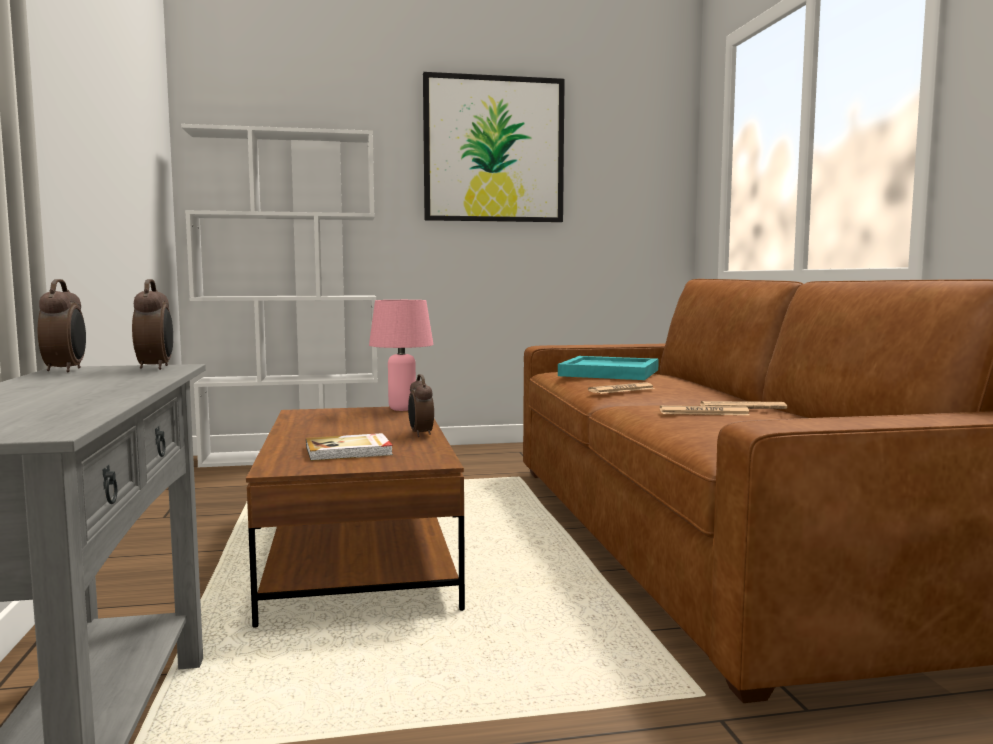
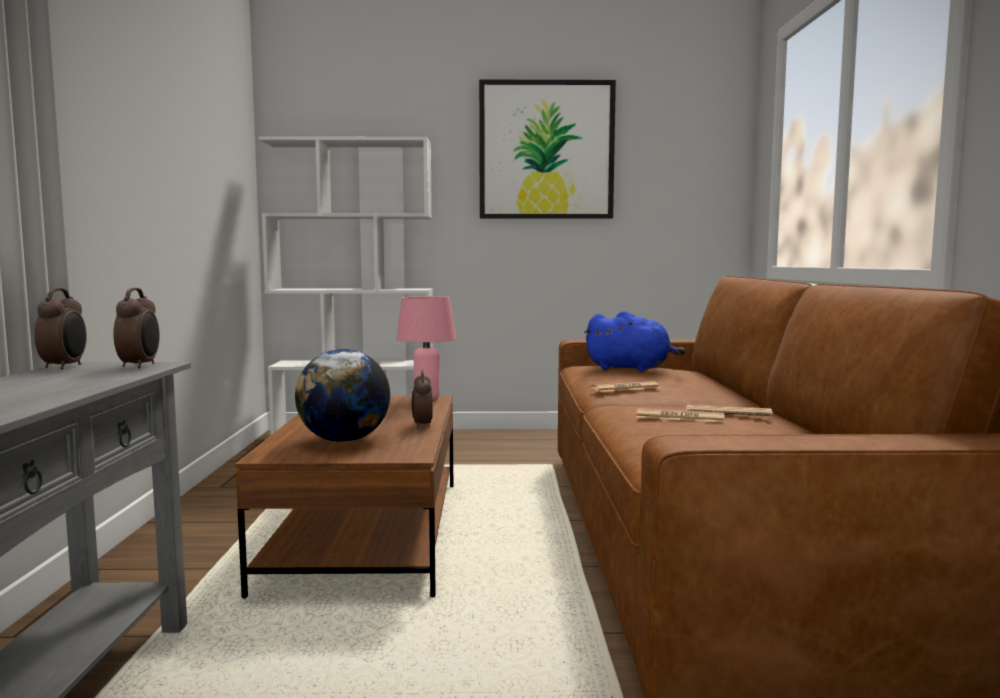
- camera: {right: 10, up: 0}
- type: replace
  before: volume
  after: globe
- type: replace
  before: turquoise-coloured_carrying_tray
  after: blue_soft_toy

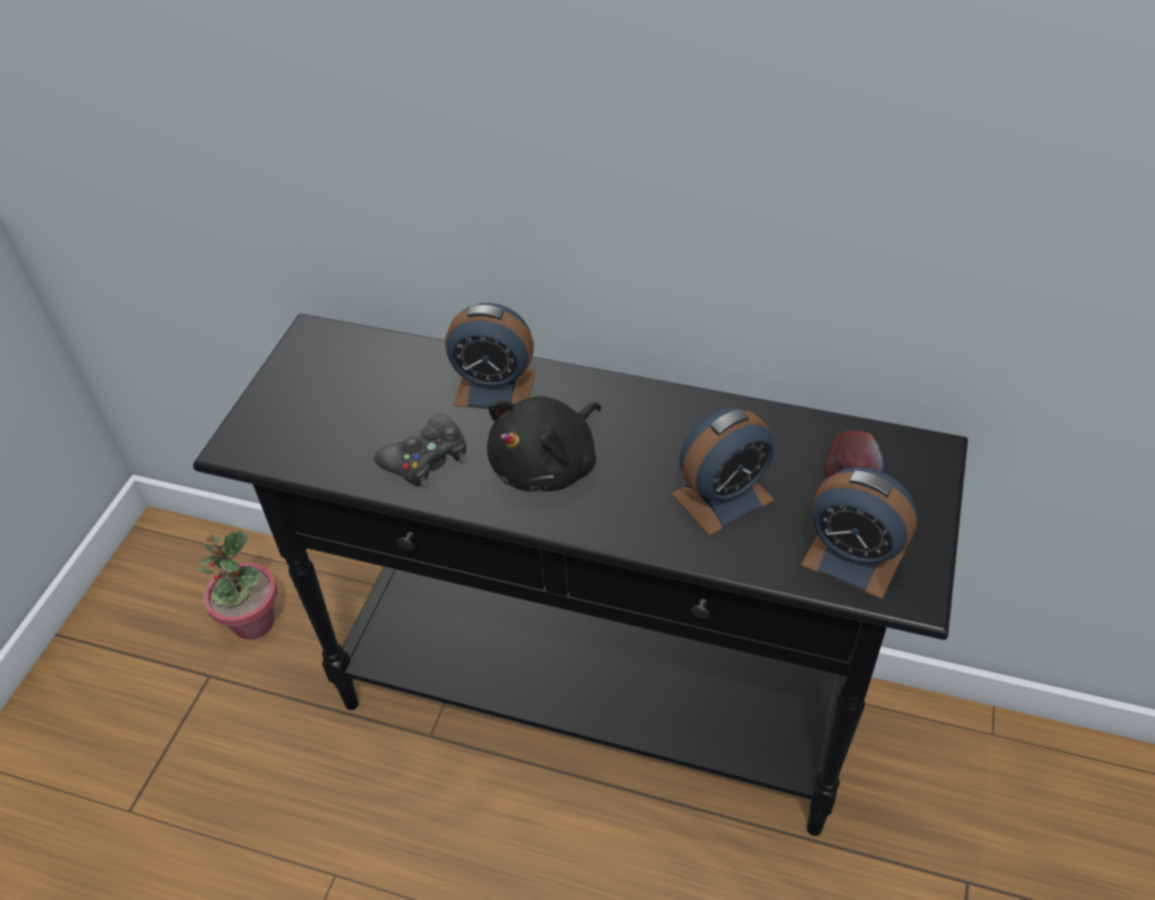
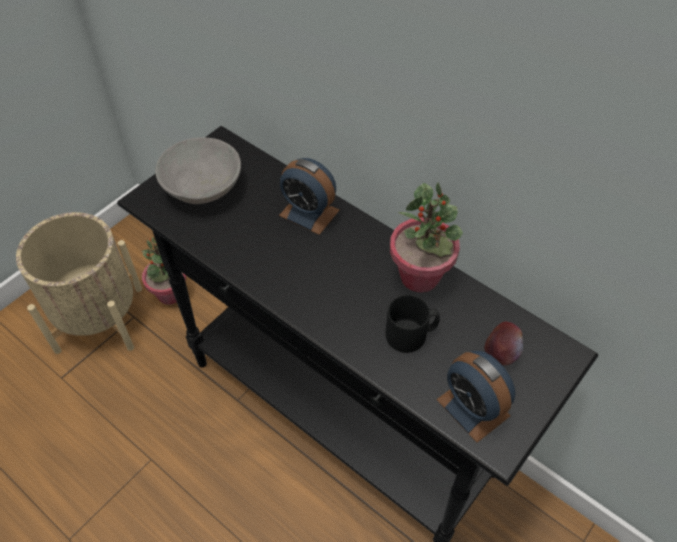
- camera: {right: 20, up: 5}
- type: delete
  before: black-coloured_joypad
- type: delete
  before: black-coloured_soft_toy
- type: replace
  before: bedside_clock (2nd from left)
  after: black-coloured_coffee_mug
- type: insert
  after: sand-coloured_planter
- type: insert
  after: greyish_bowl
- type: insert
  after: plant_in_a_pot (2nd from left)

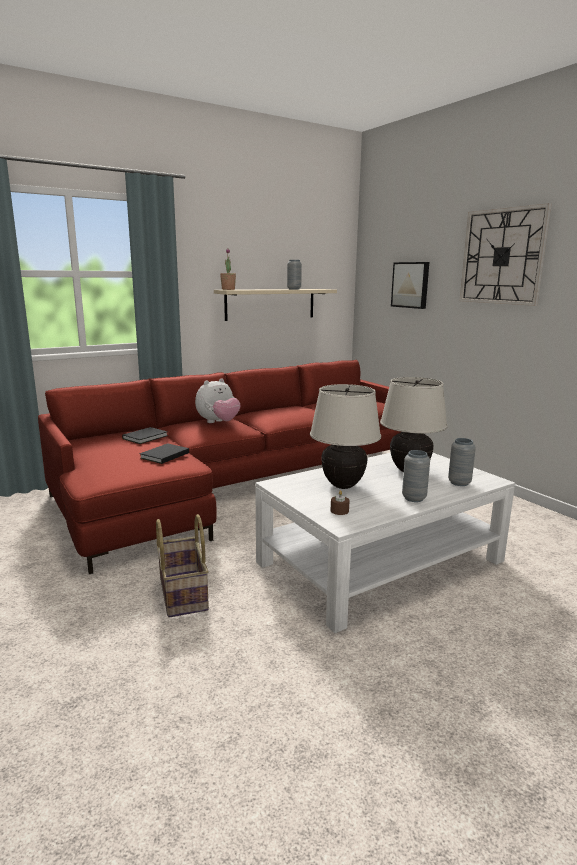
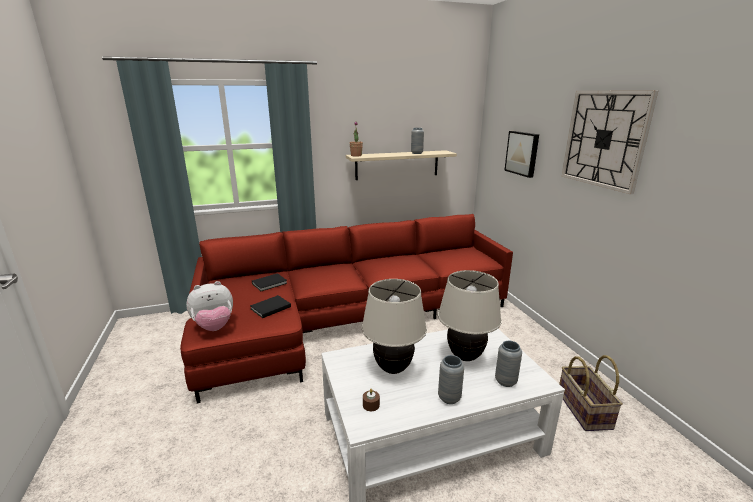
- camera: {right: 15, up: 5}
- type: move
  before: household_basket
- type: move
  before: soft_toy

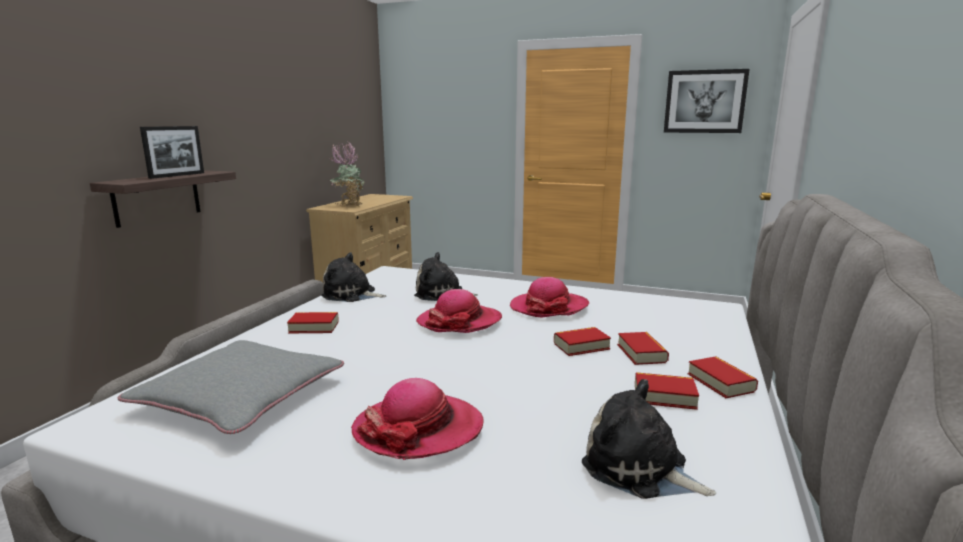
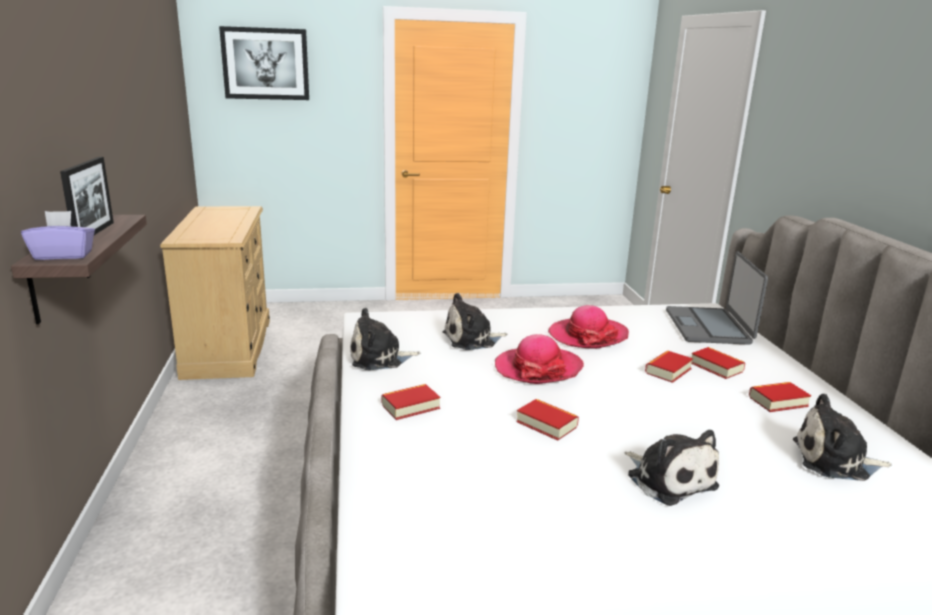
- camera: {right: -30, up: 5}
- type: delete
  before: greyish_throw_pillow
- type: delete
  before: plant_in_a_pot
- type: replace
  before: wearable_hat (1st from left)
  after: soft_toy (3rd from left)
- type: move
  before: wall_picture
- type: move
  before: volume (5th from left in the first image)
  after: volume (2nd from left)
- type: insert
  after: purplish_tissue_box
- type: insert
  after: portable_computer

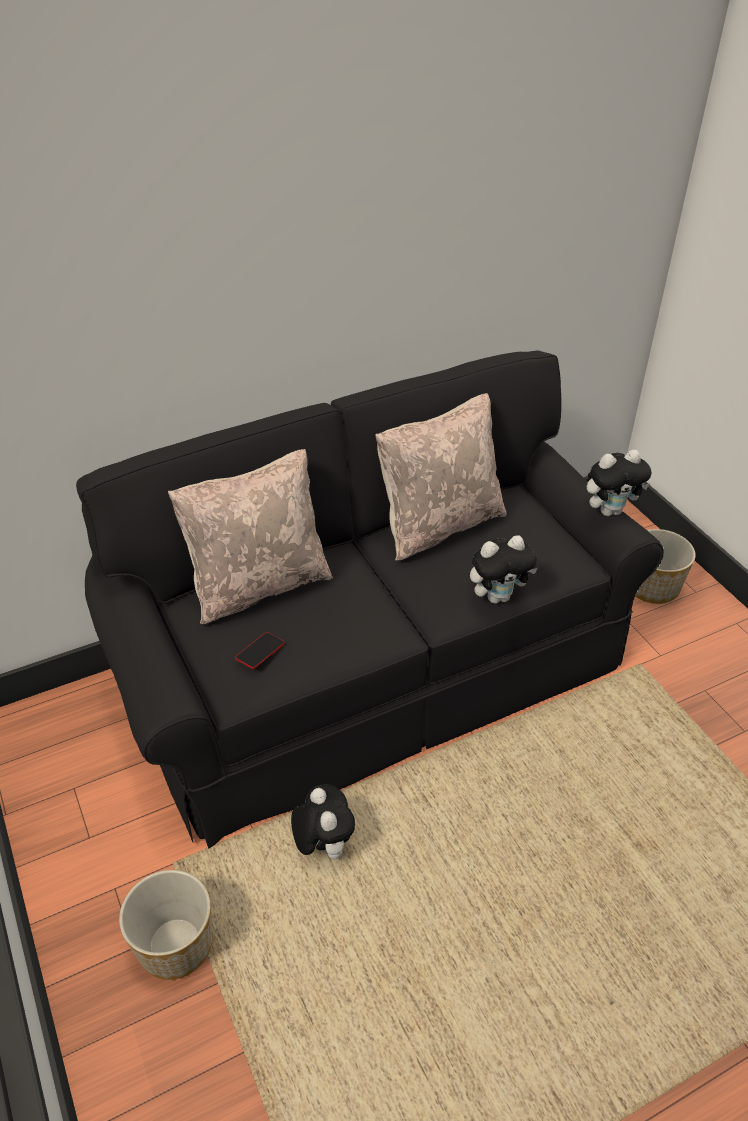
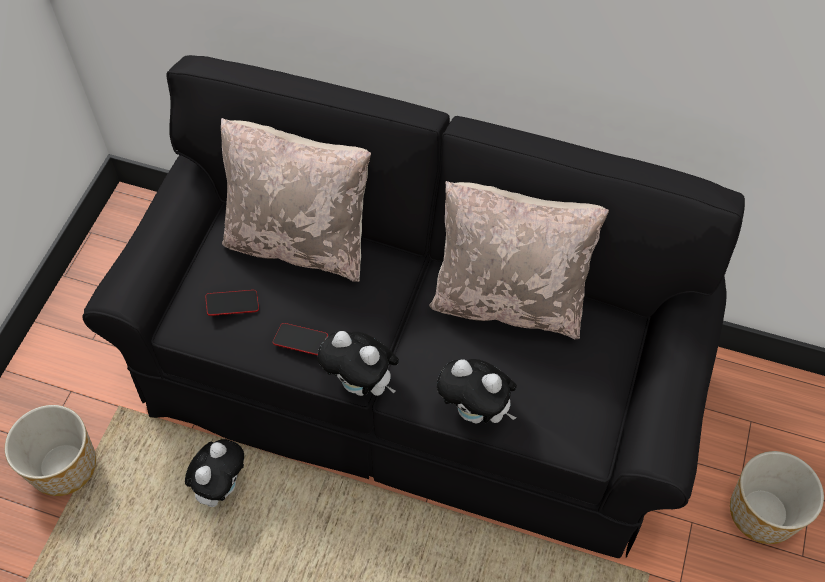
- camera: {right: 45, up: 15}
- type: move
  before: soft_toy (3rd from left in the first image)
  after: soft_toy (2nd from left)
- type: insert
  after: phone (2nd from left)

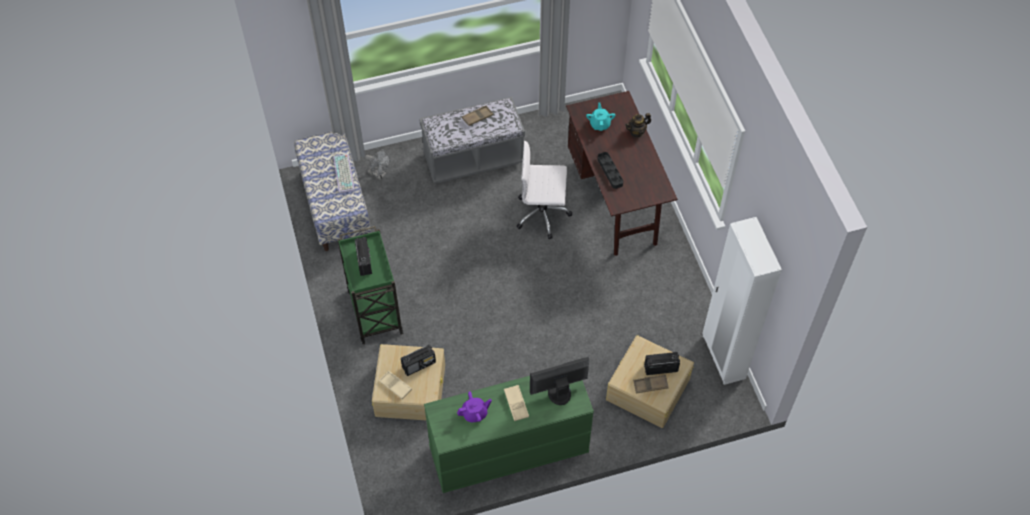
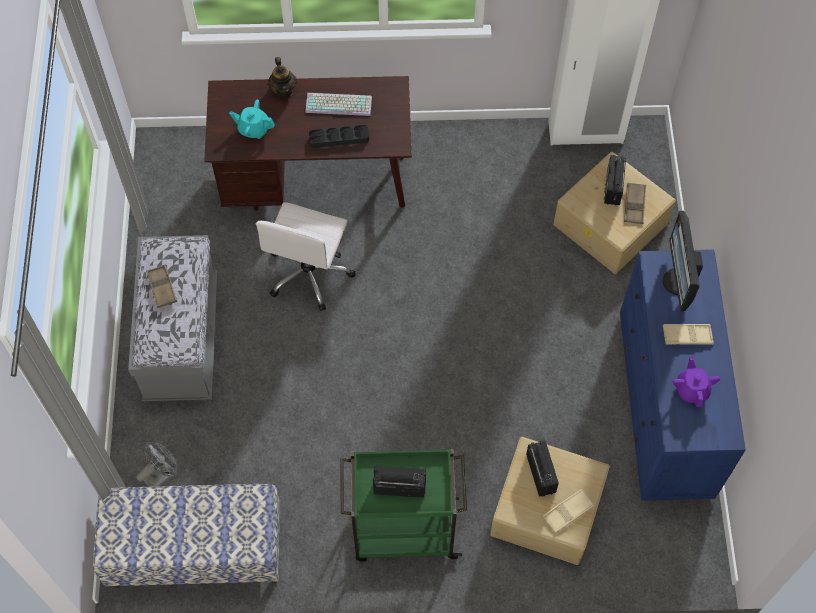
- camera: {right: -75, up: 5}
- type: move
  before: computer_keyboard
- type: recolor
  before: greenish_chest_of_drawers
  after: blue_chest_of_drawers

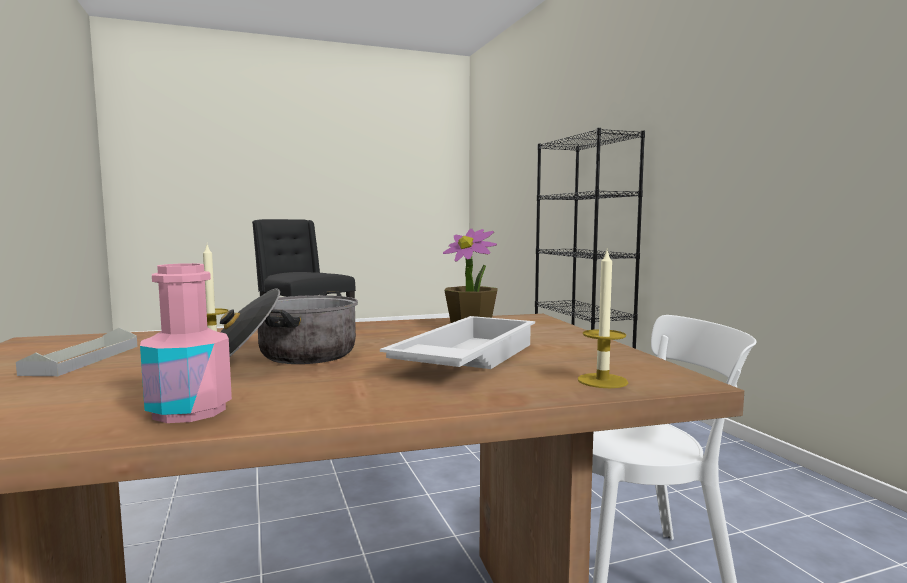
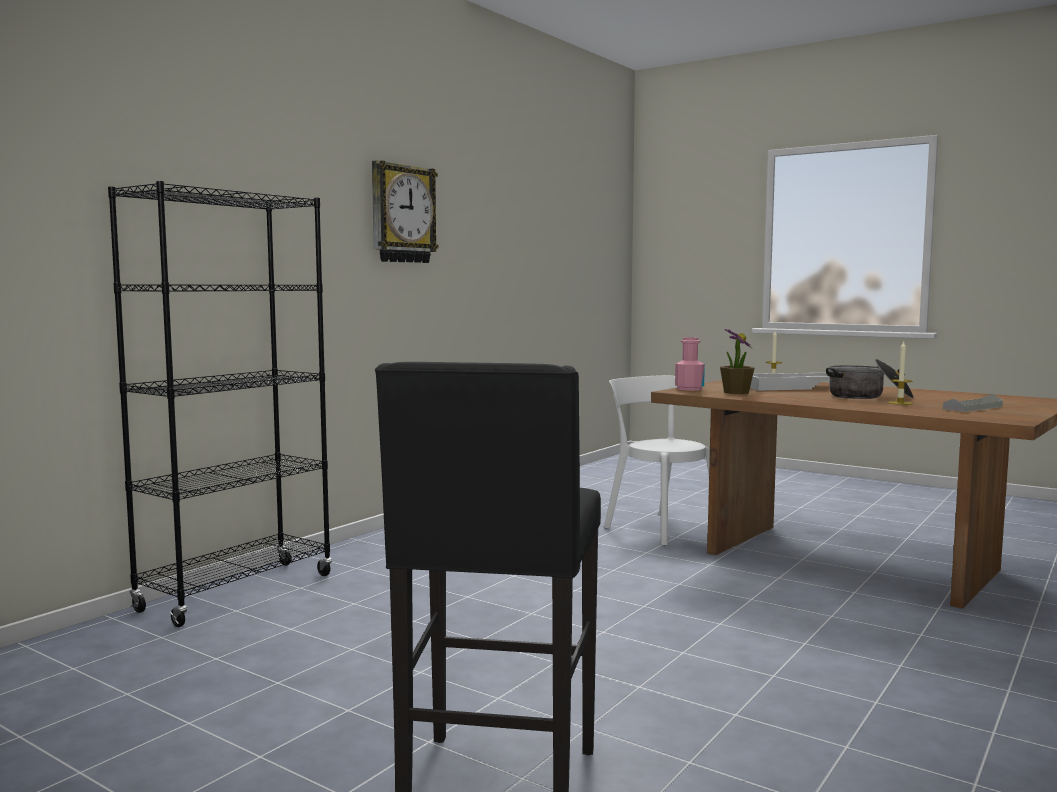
- camera: {right: -125, up: 0}
- type: move
  before: pink_bottle
- type: insert
  after: hanging_clock

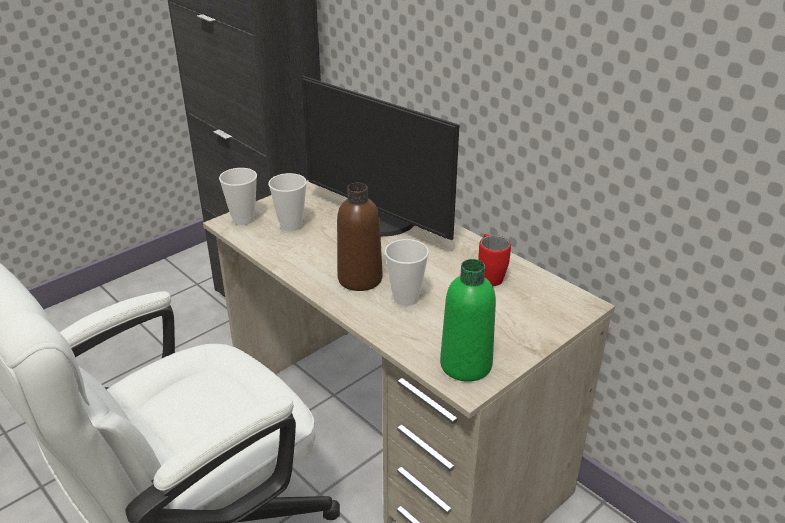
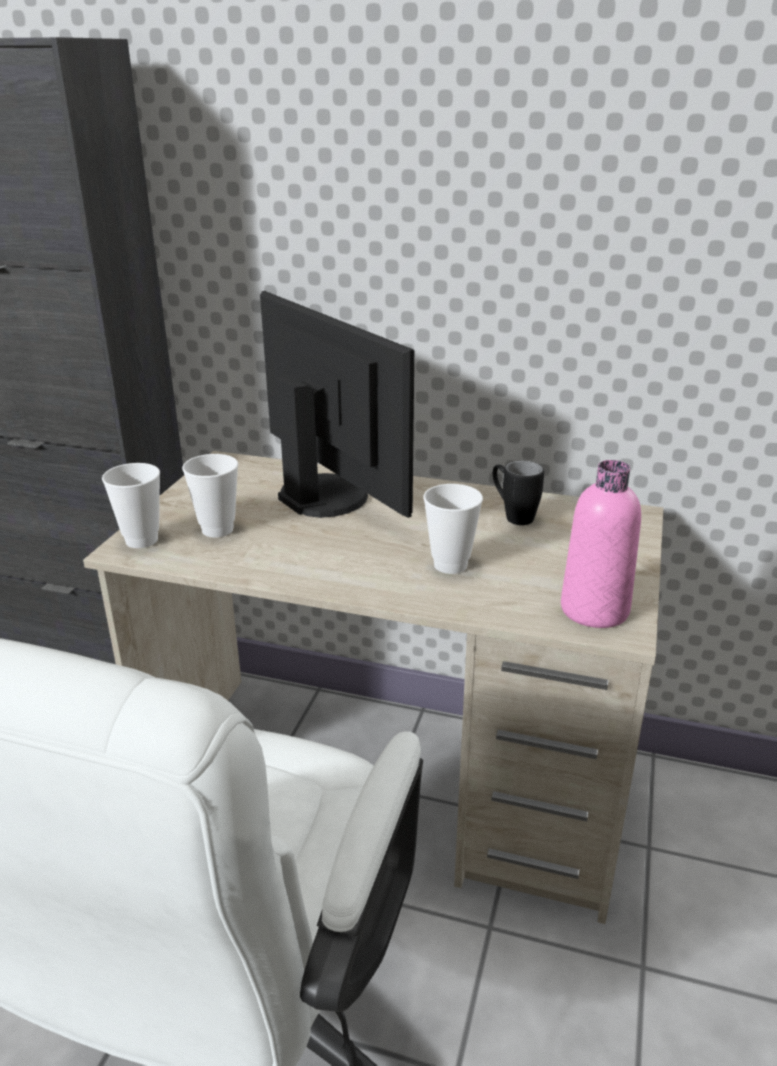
- camera: {right: -30, up: -5}
- type: rotate
  before: computer_screen
  turn: -135
- type: delete
  before: brown-coloured_bottle
- type: recolor
  before: greenish_bottle
  after: pink_bottle
- type: recolor
  before: reddish_coffee_mug
  after: black-coloured_coffee_mug

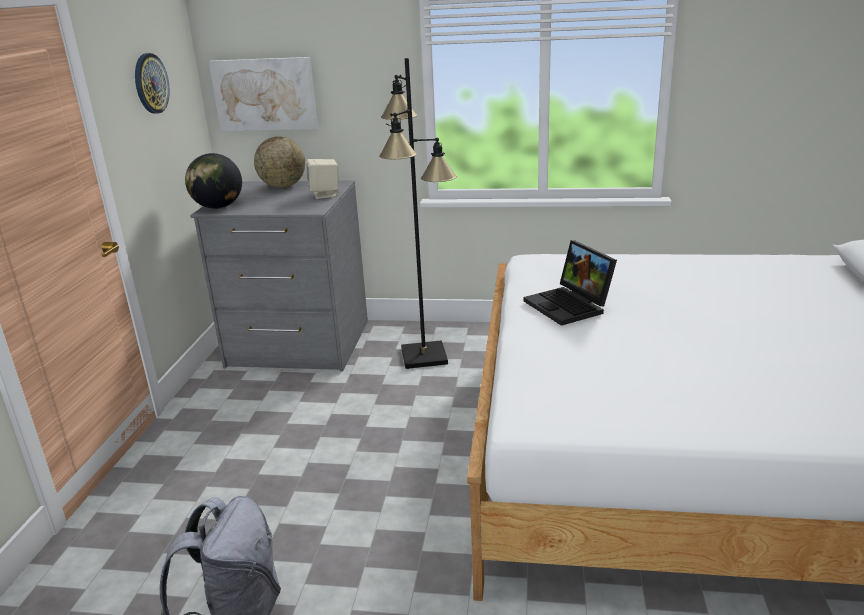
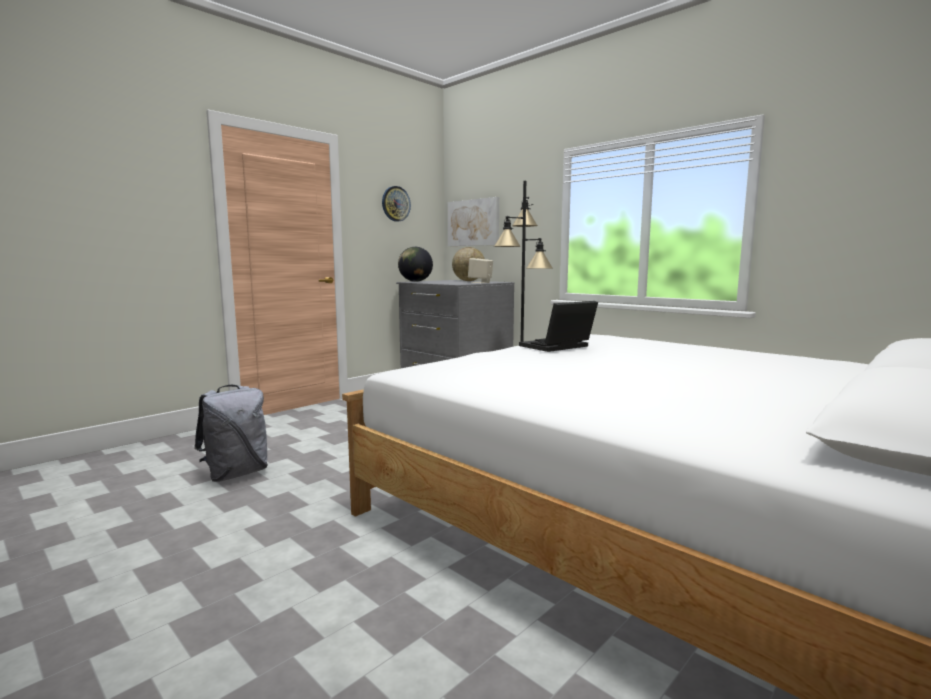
- camera: {right: 35, up: -15}
- type: rotate
  before: portable_computer
  turn: 45

